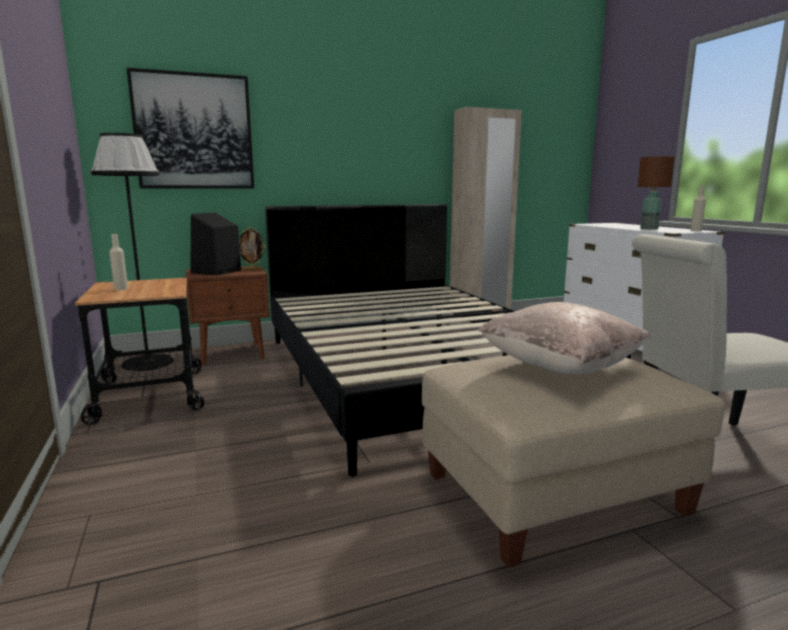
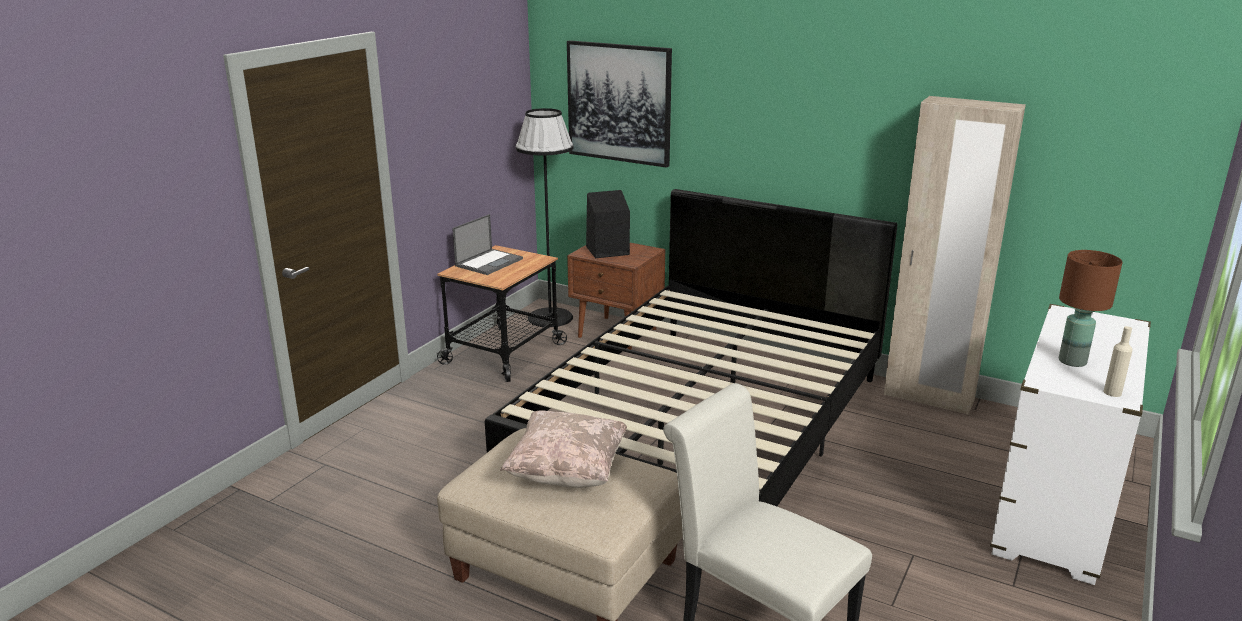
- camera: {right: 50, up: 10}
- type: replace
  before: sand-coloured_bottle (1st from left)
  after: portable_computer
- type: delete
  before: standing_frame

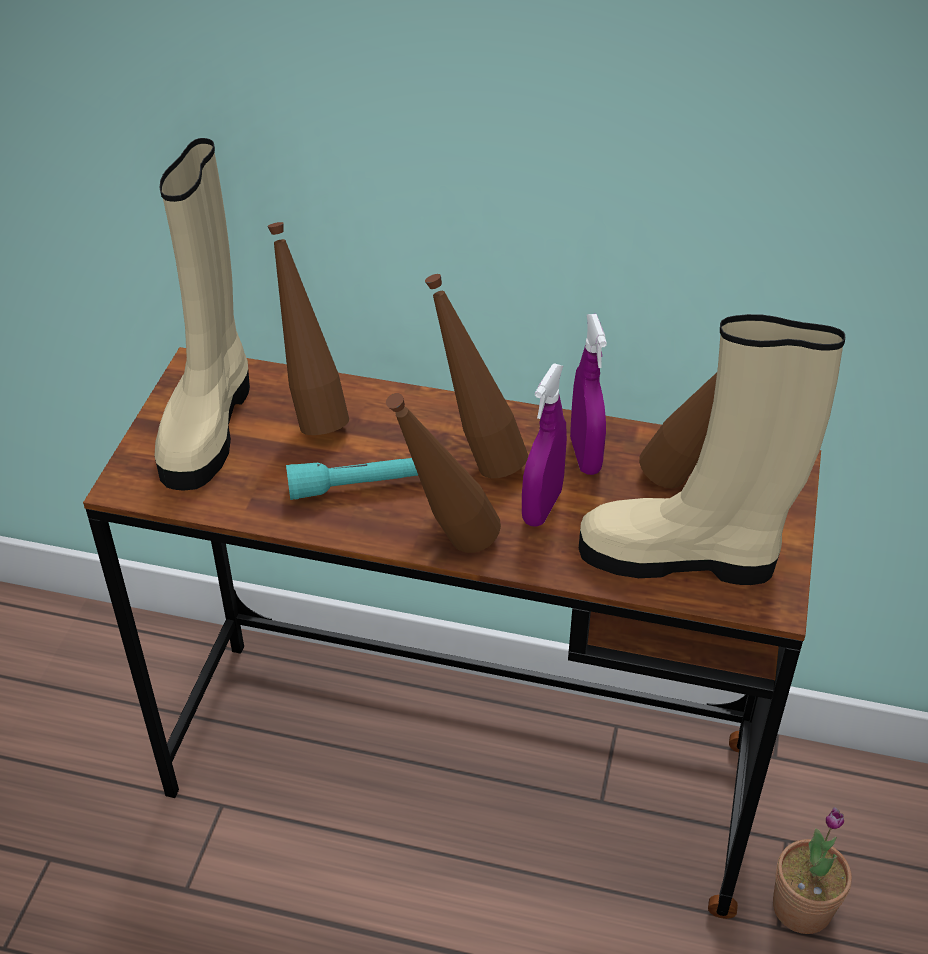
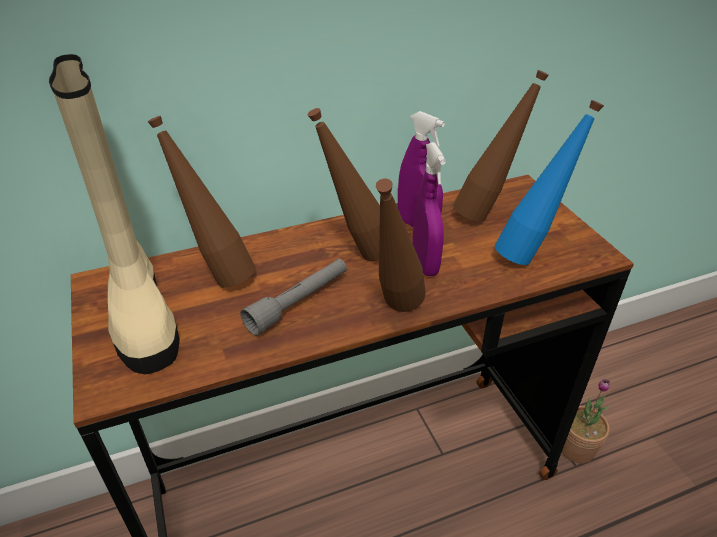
- camera: {right: -35, up: -5}
- type: recolor
  before: turquoise-coloured_torch
  after: greyish_torch
- type: replace
  before: sand-coloured_tall_boot (2nd from left)
  after: blue_bottle

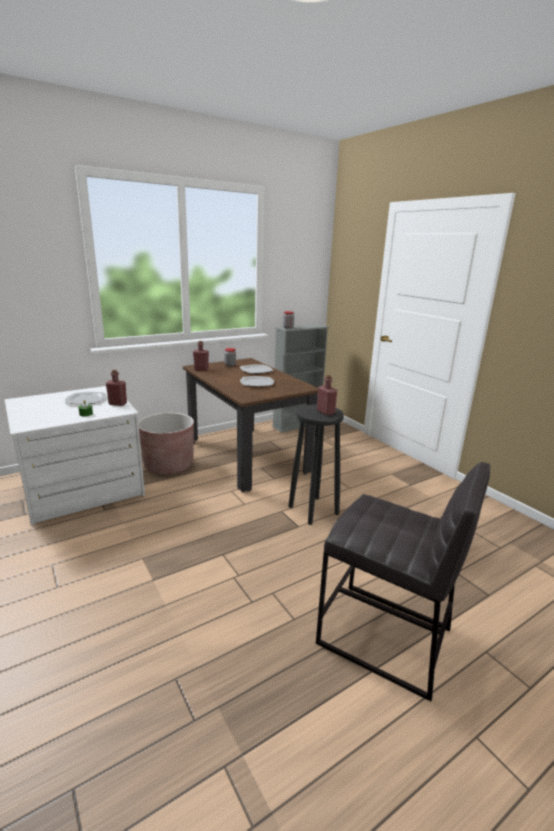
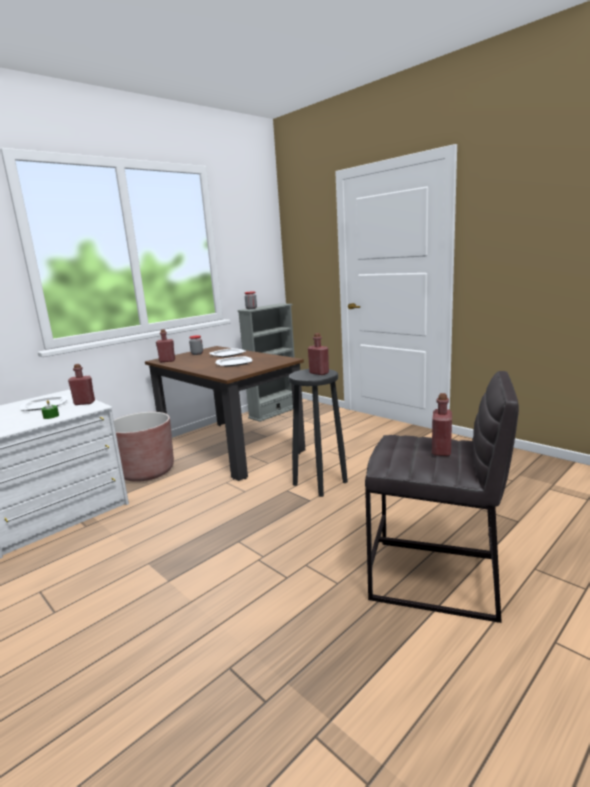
- camera: {right: -10, up: -5}
- type: insert
  after: reddish_bottle (4th from left)

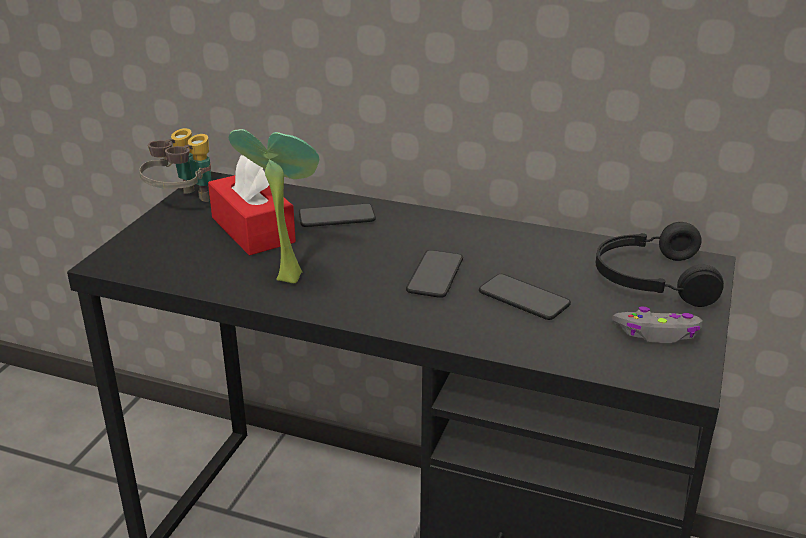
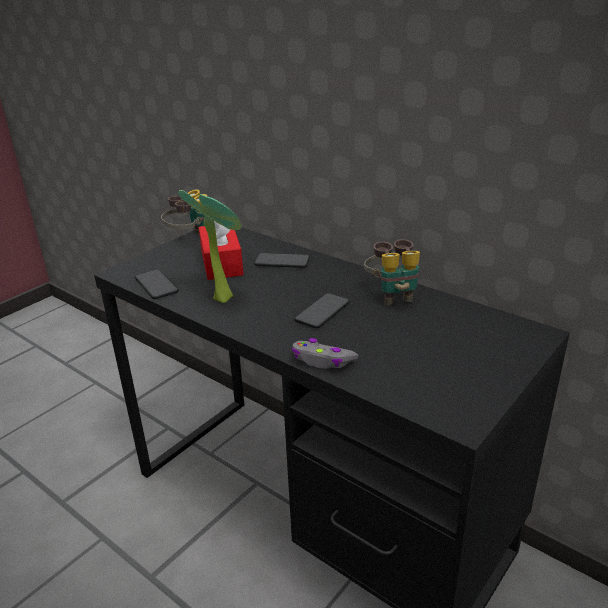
- camera: {right: 20, up: 0}
- type: move
  before: phone (3rd from left in the first image)
  after: phone (1st from left)
- type: delete
  before: black-coloured_headphones
- type: move
  before: greyish_joypad
- type: insert
  after: pair_of_binoculars (2nd from left)

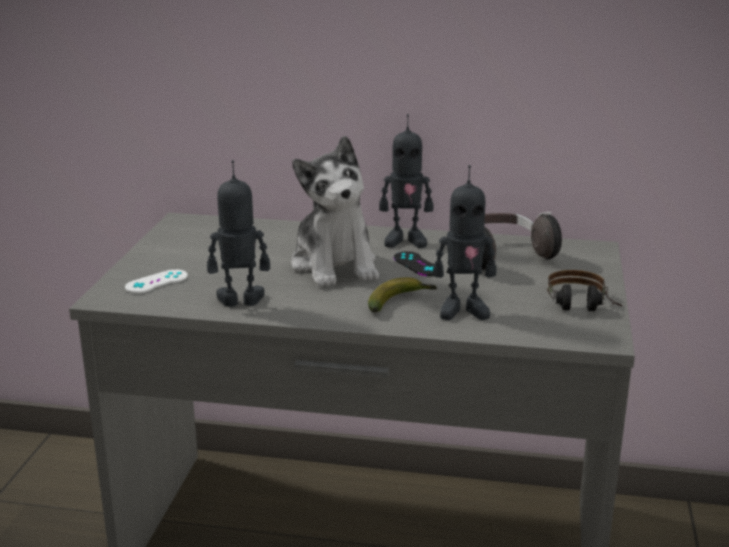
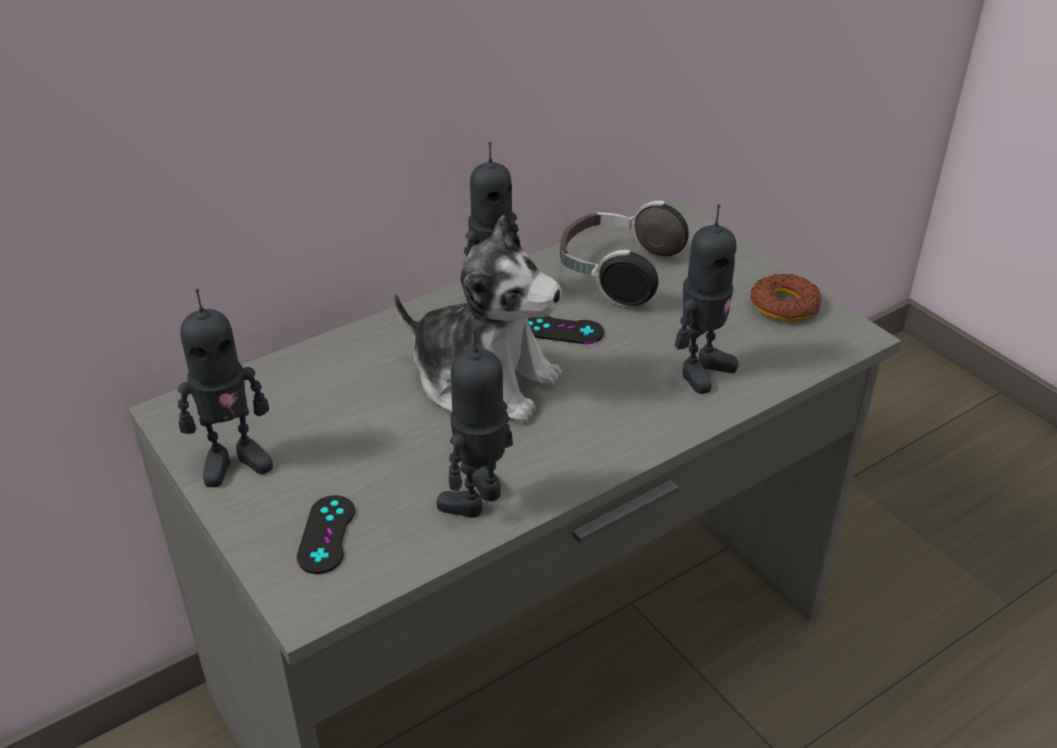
- camera: {right: -45, up: 15}
- type: recolor
  before: white_joypad
  after: black-coloured_joypad (1st from left)
- type: delete
  before: banana_fruit
- type: replace
  before: headphones (2nd from left)
  after: doughnut
- type: insert
  after: model_robot (1st from left)

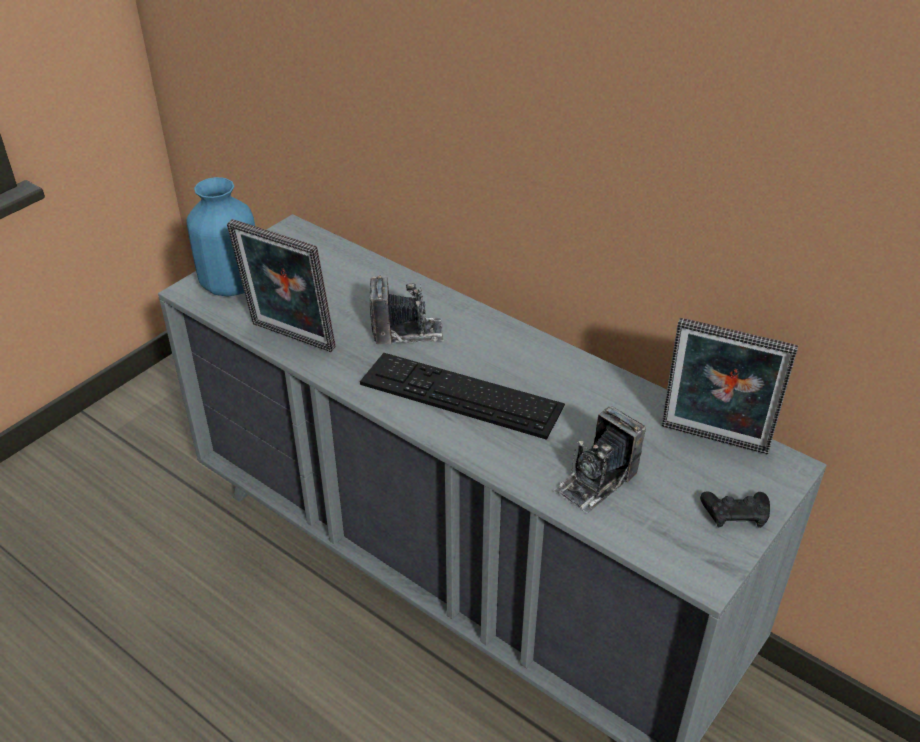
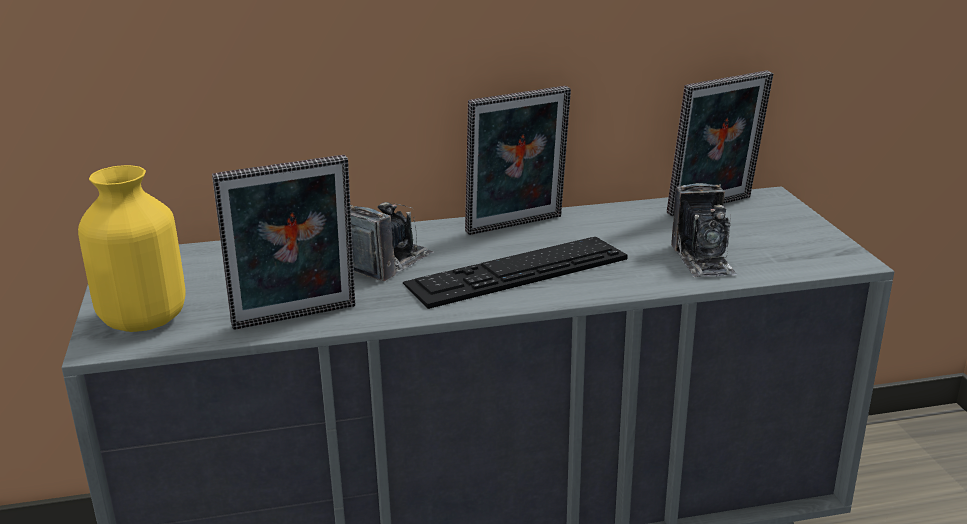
- camera: {right: -50, up: -15}
- type: recolor
  before: blue_decorative_vase
  after: yellowish_decorative_vase
- type: delete
  before: black-coloured_joypad
- type: insert
  after: standing_frame (2nd from left)

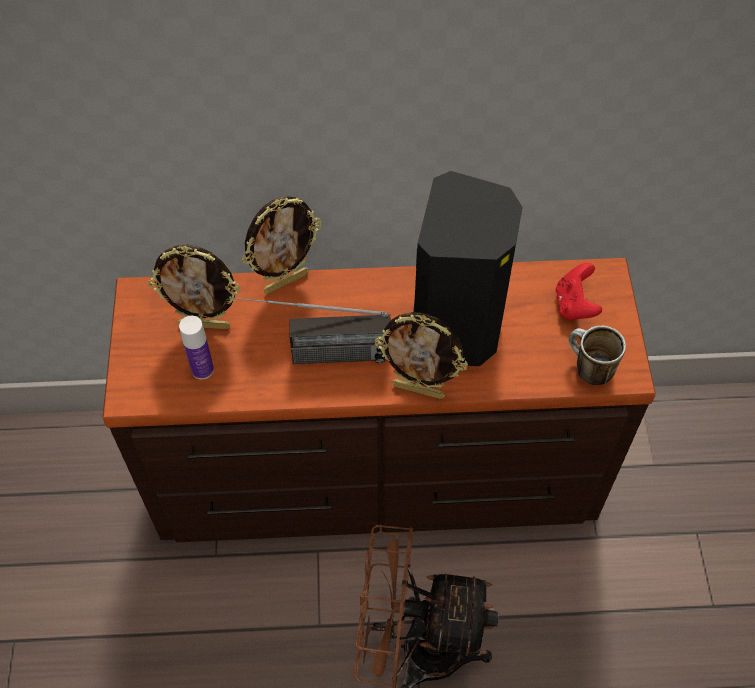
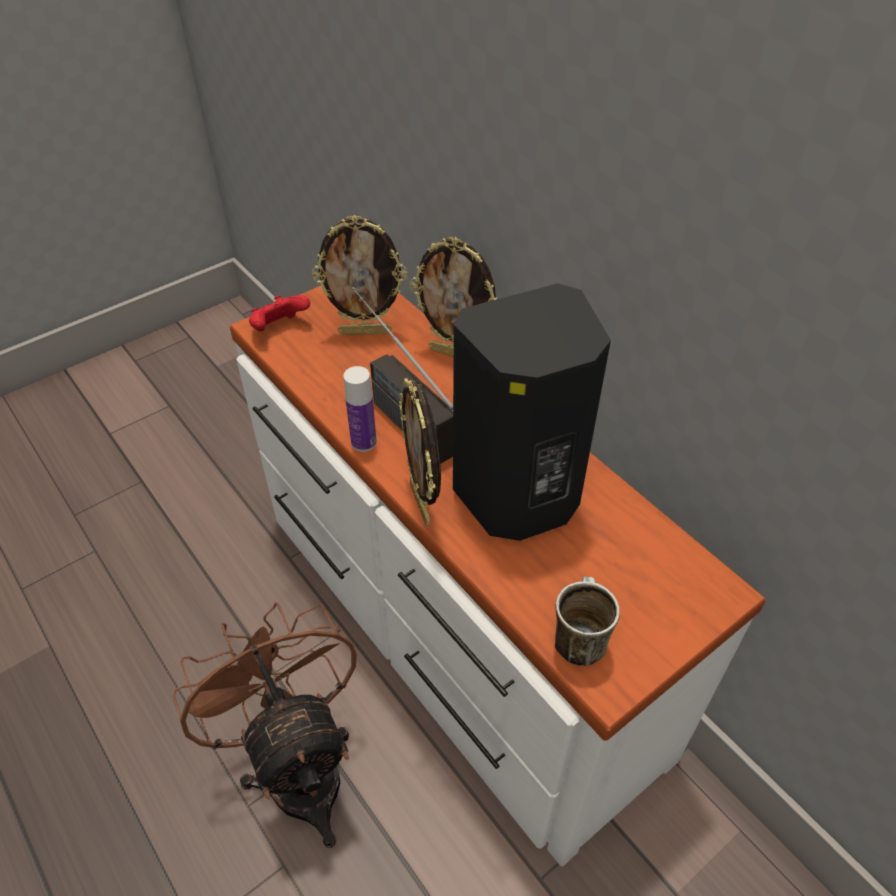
- camera: {right: 55, up: -10}
- type: recolor
  before: brown-coloured_chest_of_drawers
  after: white_chest_of_drawers
- type: rotate
  before: standing_frame (1st from left)
  turn: -60
- type: move
  before: bottle
- type: move
  before: reddish_joypad

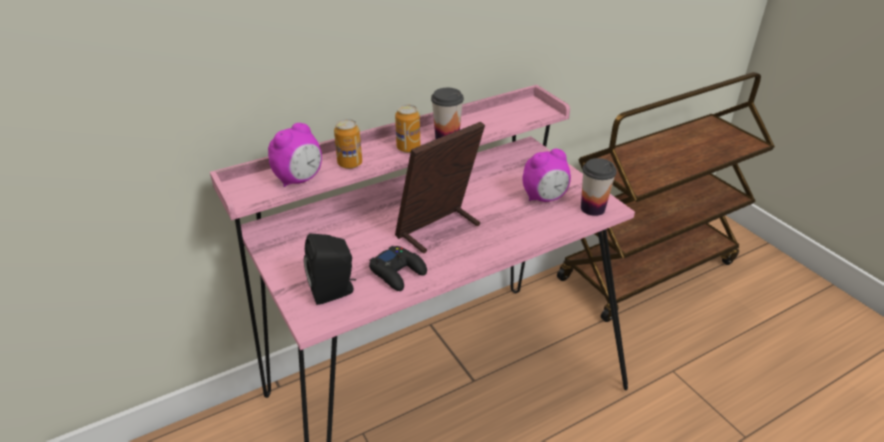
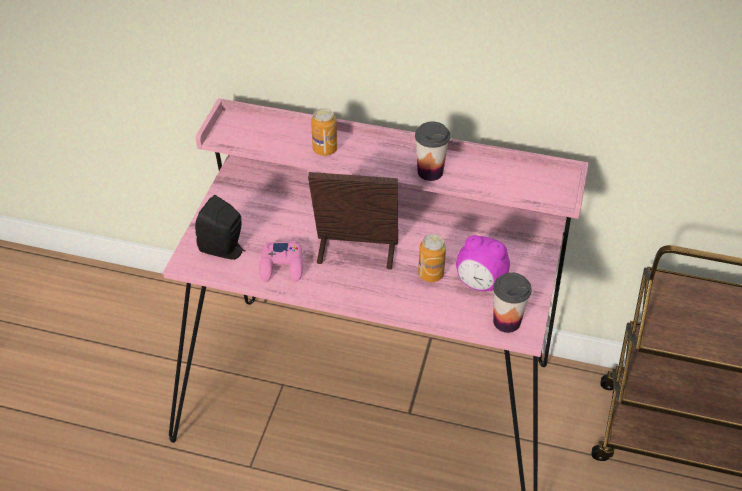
- camera: {right: 45, up: 10}
- type: delete
  before: bedside_clock (1st from left)
- type: recolor
  before: black-coloured_joypad
  after: pink_joypad
- type: move
  before: metal_can (2nd from left)

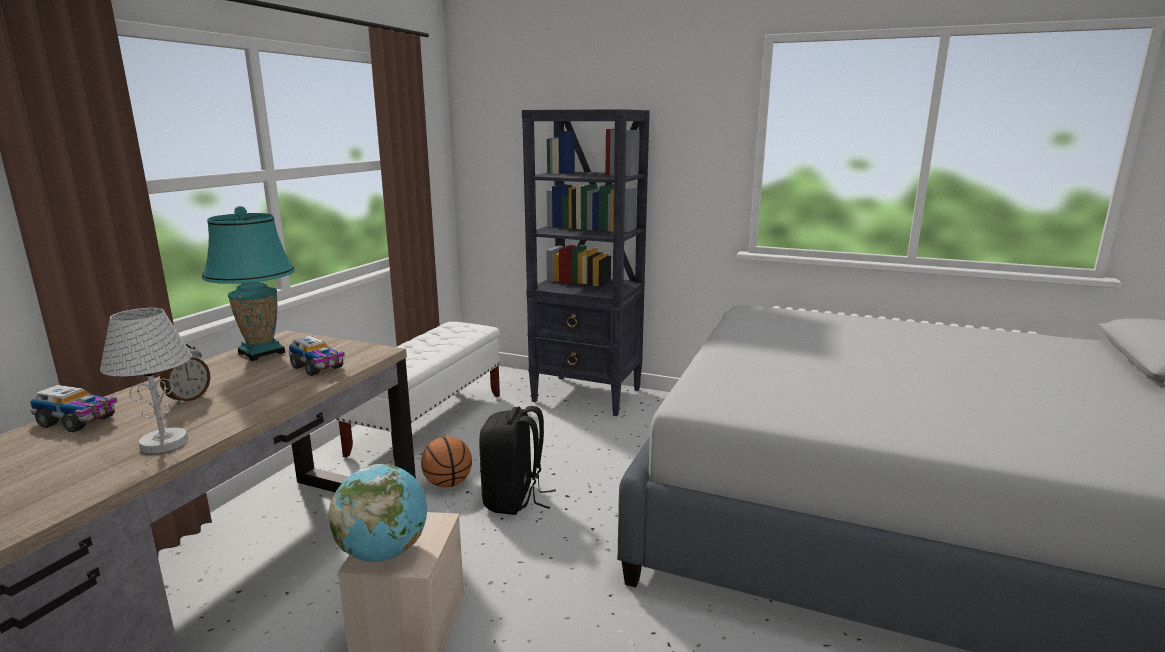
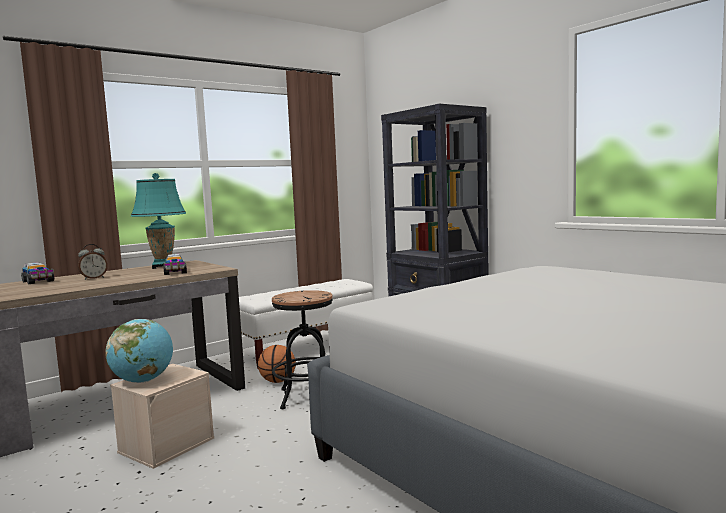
- camera: {right: 30, up: -10}
- type: delete
  before: white_table_lamp
- type: replace
  before: black-coloured_backpack
  after: black-coloured_sitting_stool

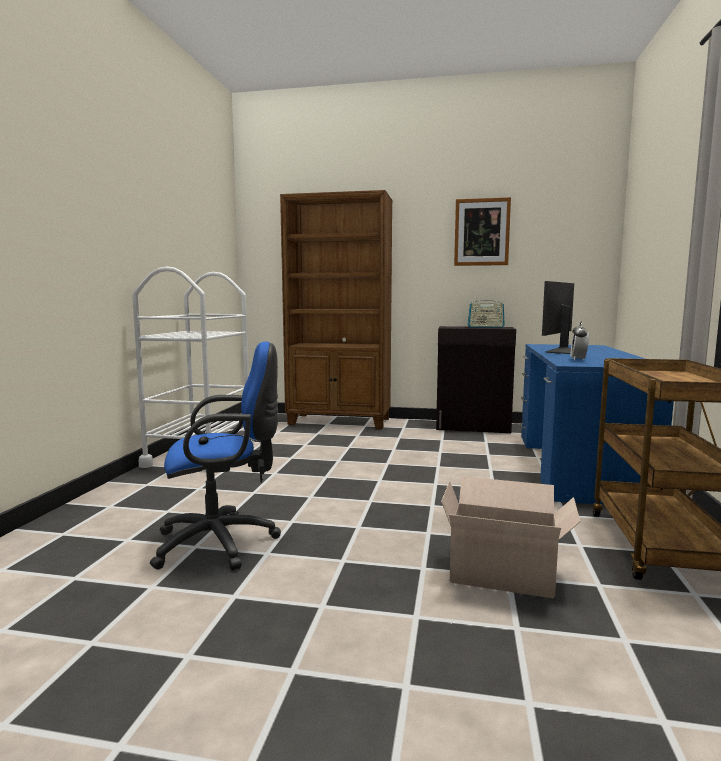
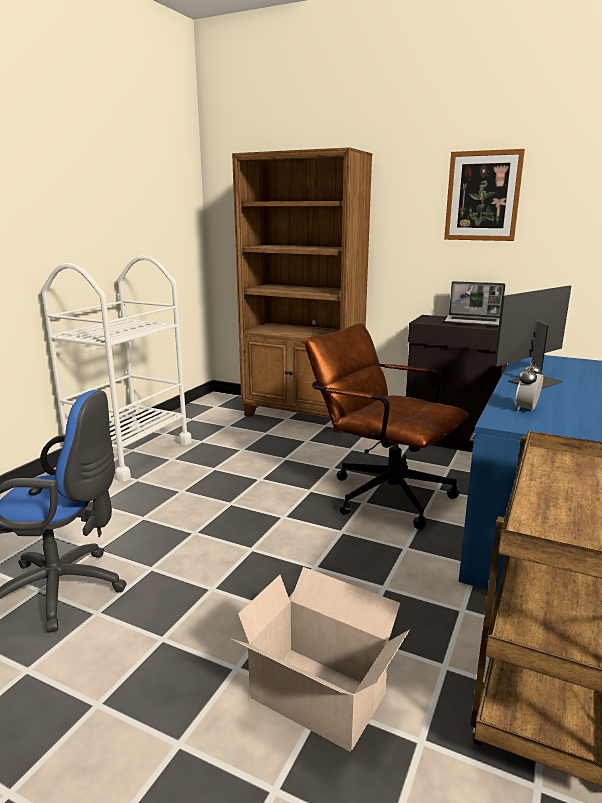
- camera: {right: 15, up: 10}
- type: replace
  before: radio
  after: portable_computer
- type: insert
  after: brown-coloured_computer_chair

